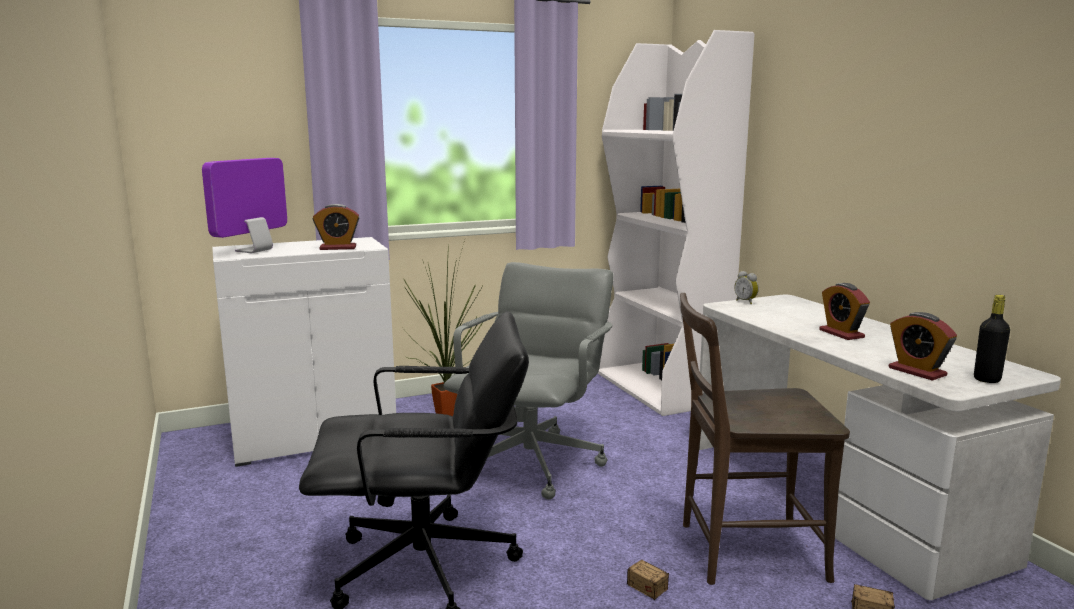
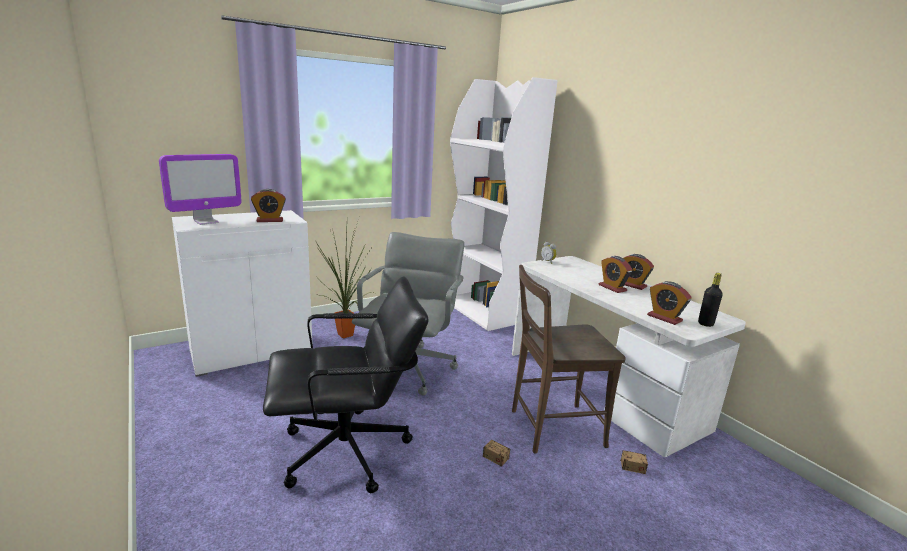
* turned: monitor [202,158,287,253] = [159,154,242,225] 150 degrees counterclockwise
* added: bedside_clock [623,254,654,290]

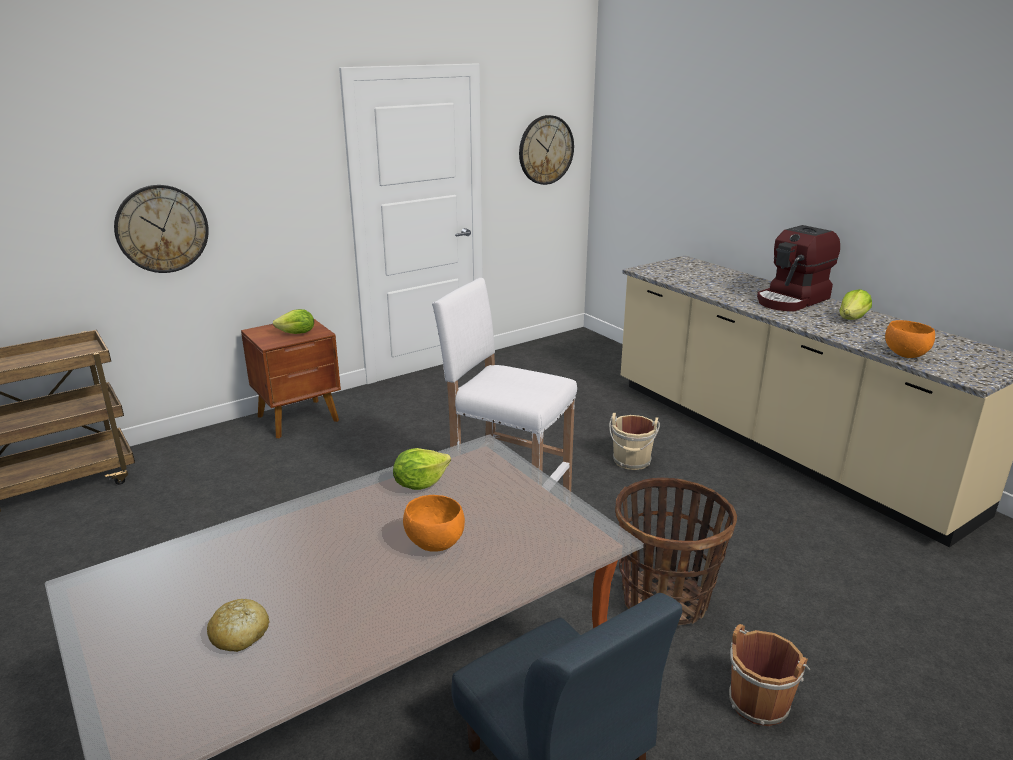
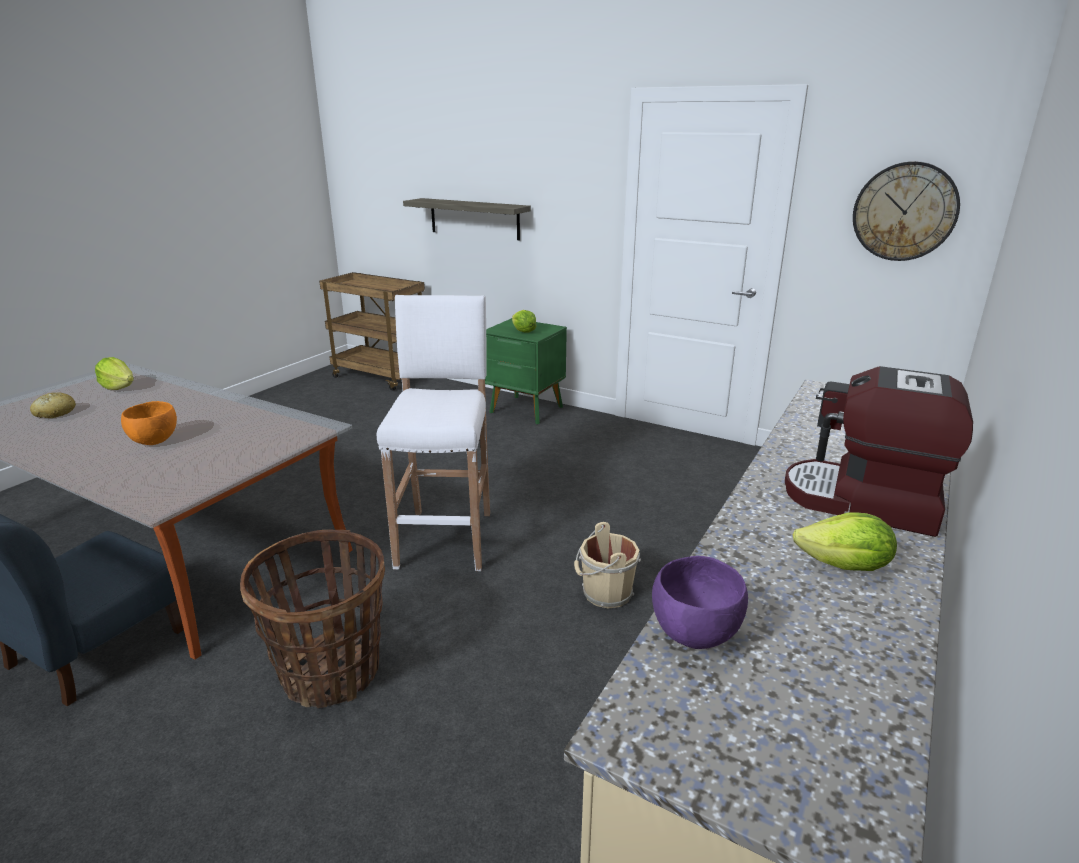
* replaced: clock_on_the_wall [114,185,209,273] to bracket_shelf [403,198,531,240]
* recoloured: brown-coloured_nightstand [241,319,341,438] to greenish_nightstand [485,318,567,424]
* recoloured: orange-coloured_serving_bowl [885,320,935,358] to purplish_serving_bowl [652,556,748,649]
* moved: head_of_lettuce [393,448,451,490] to [95,357,134,390]
* removed: brown-coloured_water_bucket [729,624,810,726]

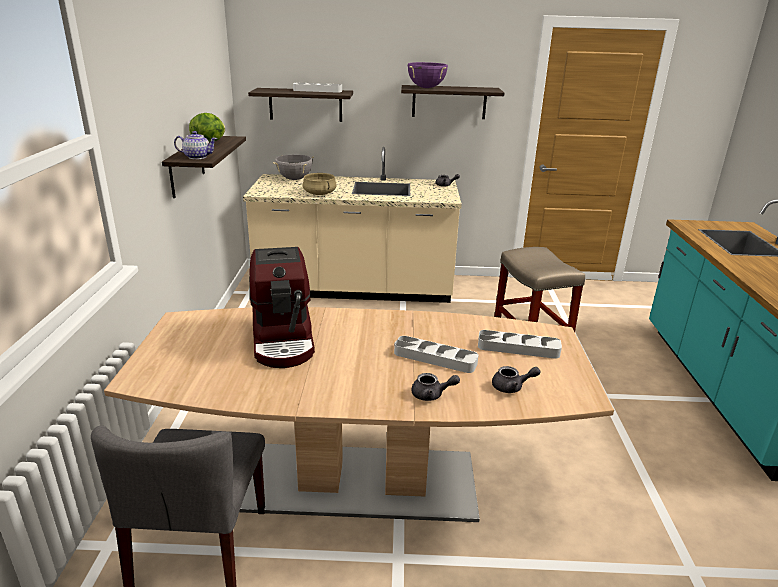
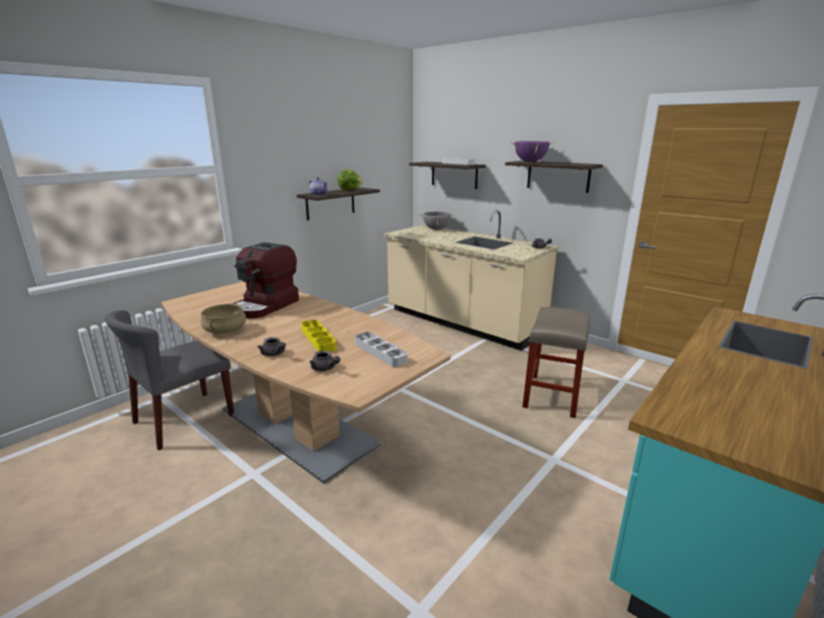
* moved: sand-coloured_cooking_pot [302,173,337,195] to [201,304,246,334]
* recoloured: greyish_serving_tray [394,336,478,373] to yellow_serving_tray [301,320,336,352]

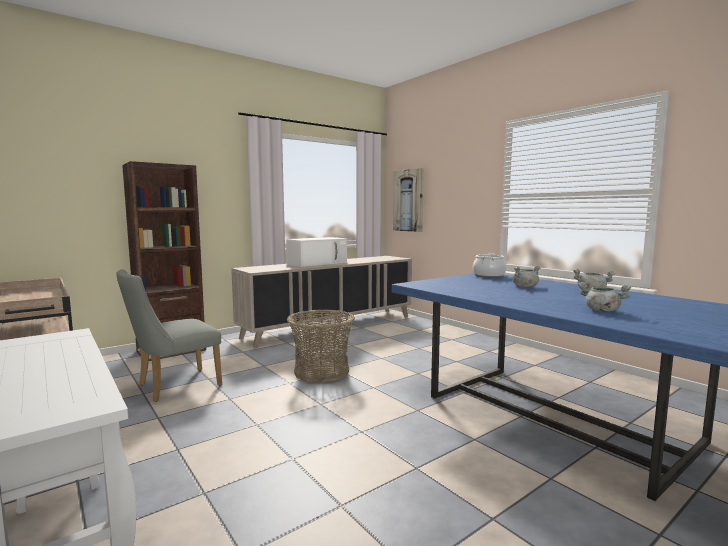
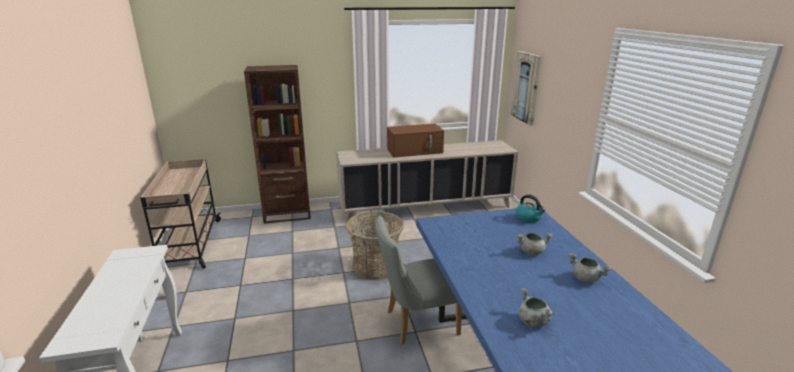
* recoloured: white_kitchen_microwave [286,237,347,267] to brown-coloured_kitchen_microwave [387,124,444,158]
* replaced: cooking_pot [473,253,506,278] to tea_kettle [516,194,546,223]
* moved: greyish_upright_chair [117,269,222,402] to [375,216,462,345]

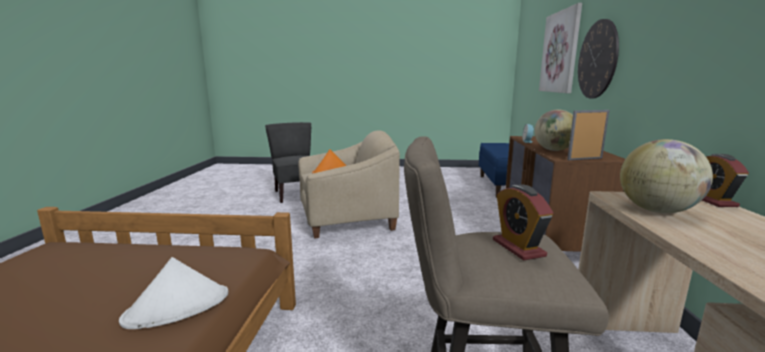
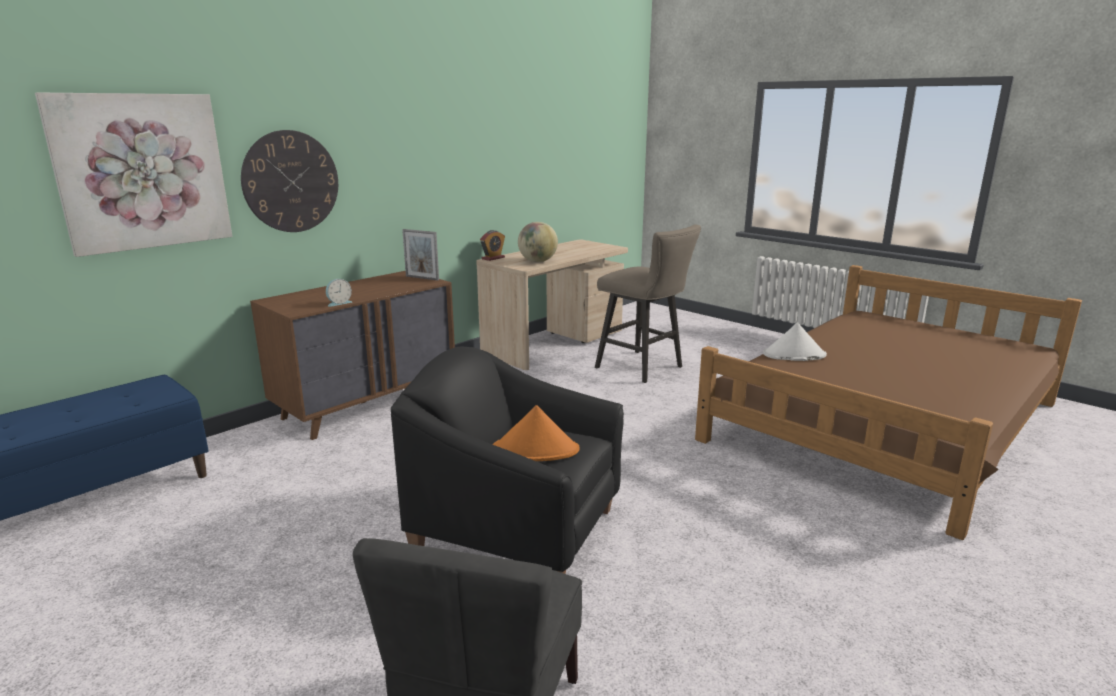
* removed: world_globe [534,110,573,151]
* recoloured: sand-coloured_lounge_chair [298,130,400,239] to black-coloured_lounge_chair [391,347,624,574]
* removed: bedside_clock [493,184,553,261]

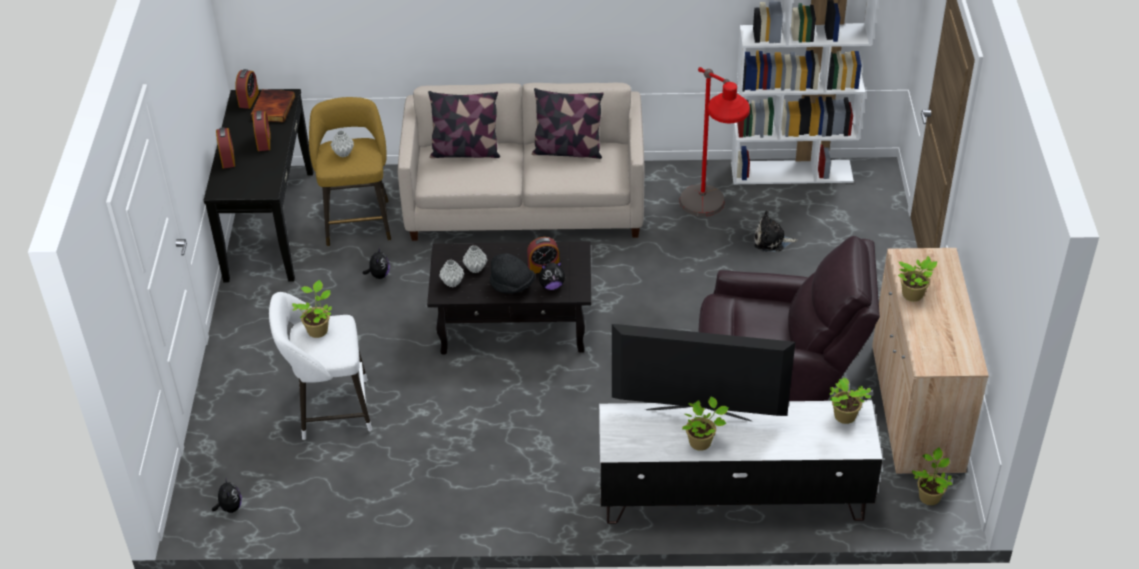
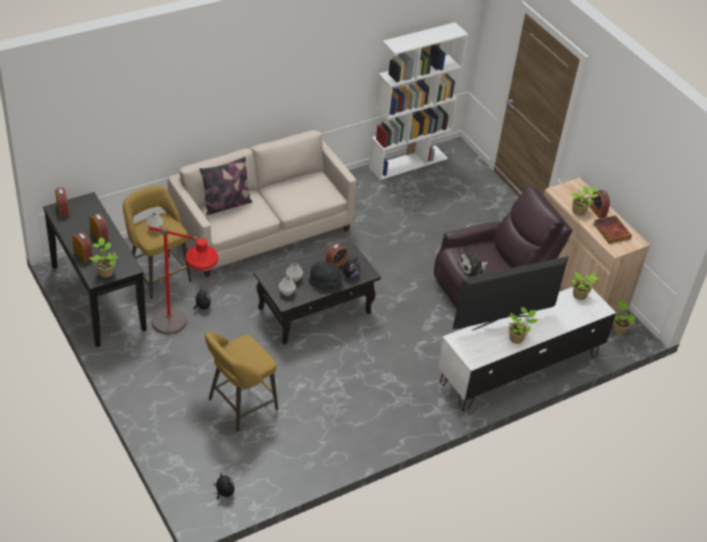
* moved: red-coloured_floor_lamp [679,67,750,216] to [148,226,218,335]
* removed: throw_pillow [532,88,604,159]
* moved: book [251,89,295,122] to [594,216,632,244]
* moved: cuddly_toy [755,210,798,252] to [457,247,488,277]
* moved: plant_in_a_pot [292,280,332,338] to [89,237,118,277]
* recoloured: white_sitting_stool [269,292,372,440] to yellow_sitting_stool [205,332,278,432]
* added: bedside_clock [589,190,610,219]

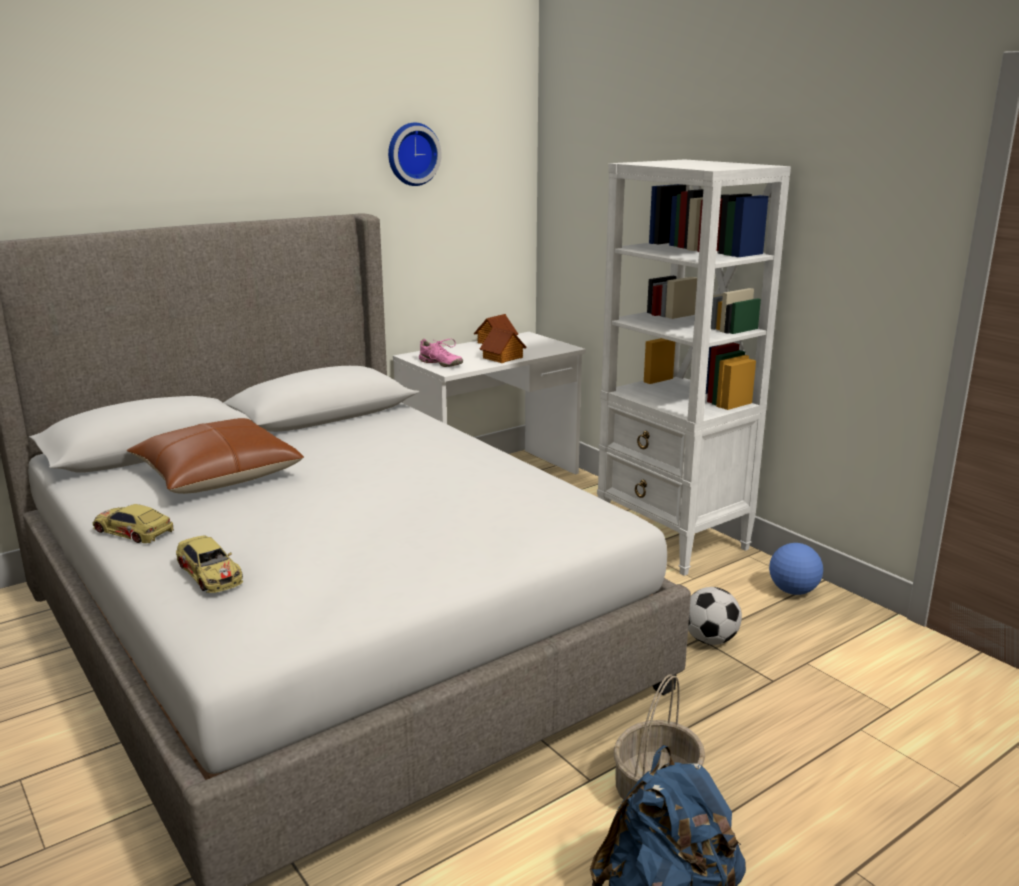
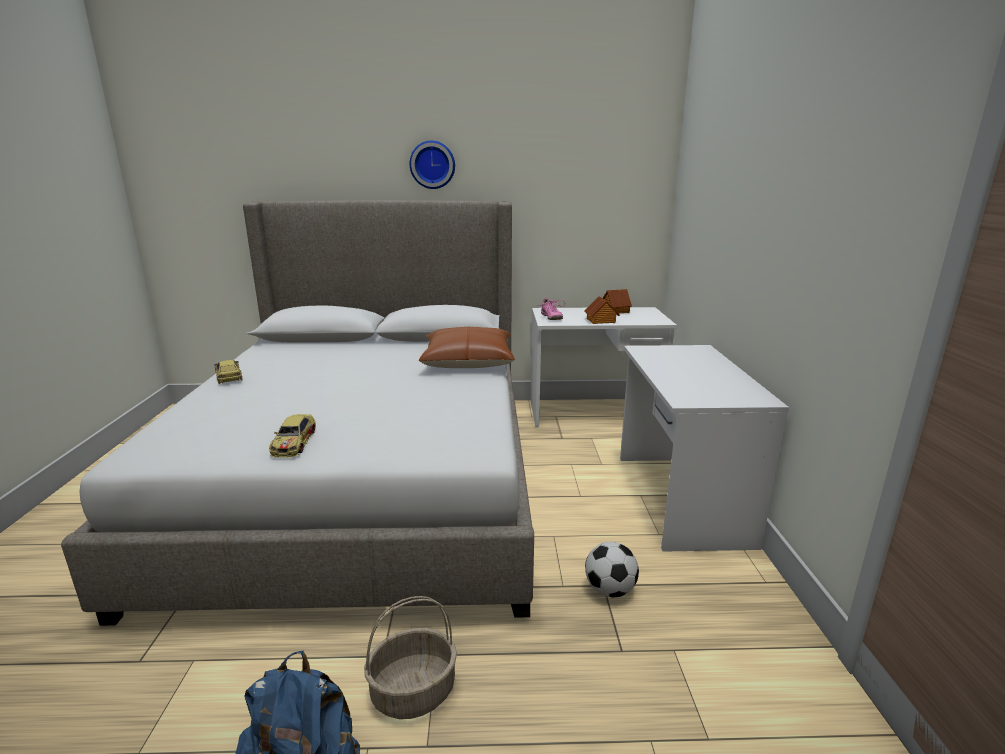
* moved: clock_on_the_wall [388,122,442,186] to [410,140,455,189]
* replaced: white_bookcase [597,159,791,576] to white_desk_table [620,345,789,552]
* moved: brown-coloured_throw_pillow [126,418,304,494] to [419,326,515,368]
* moved: model_car [176,535,243,593] to [269,414,316,458]
* removed: football [769,543,823,595]

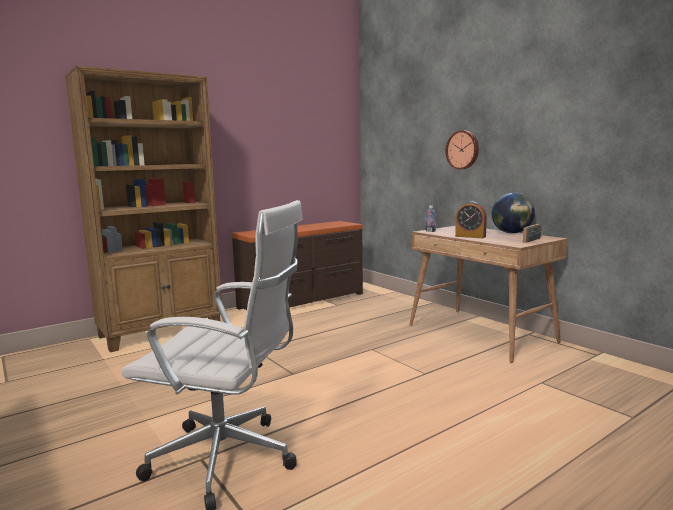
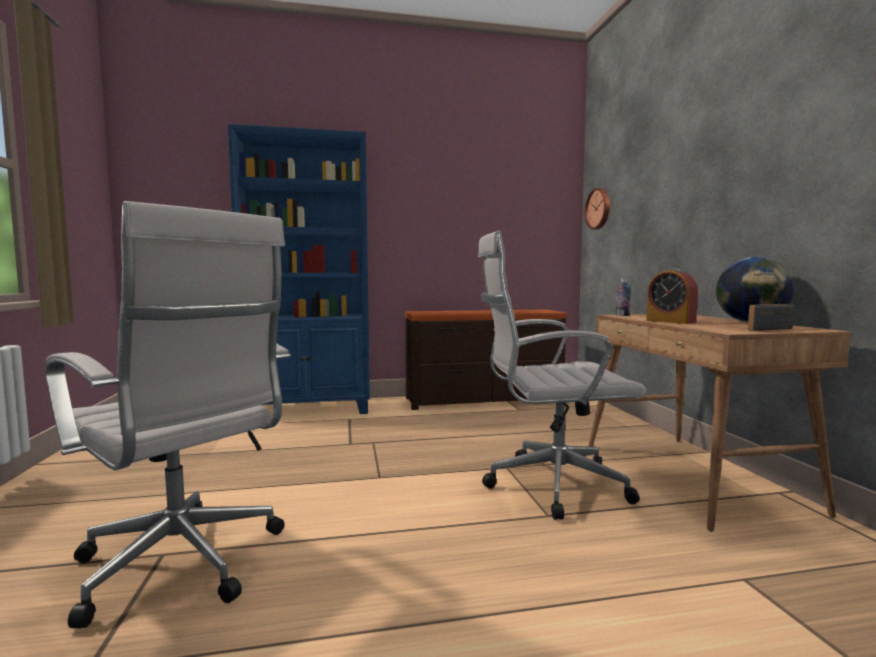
* recoloured: brown-coloured_bookcase [65,66,222,352] to blue_bookcase [228,124,370,414]
* moved: clock_on_the_wall [445,130,479,170] to [585,188,610,229]
* added: white_office_chair [478,231,646,520]

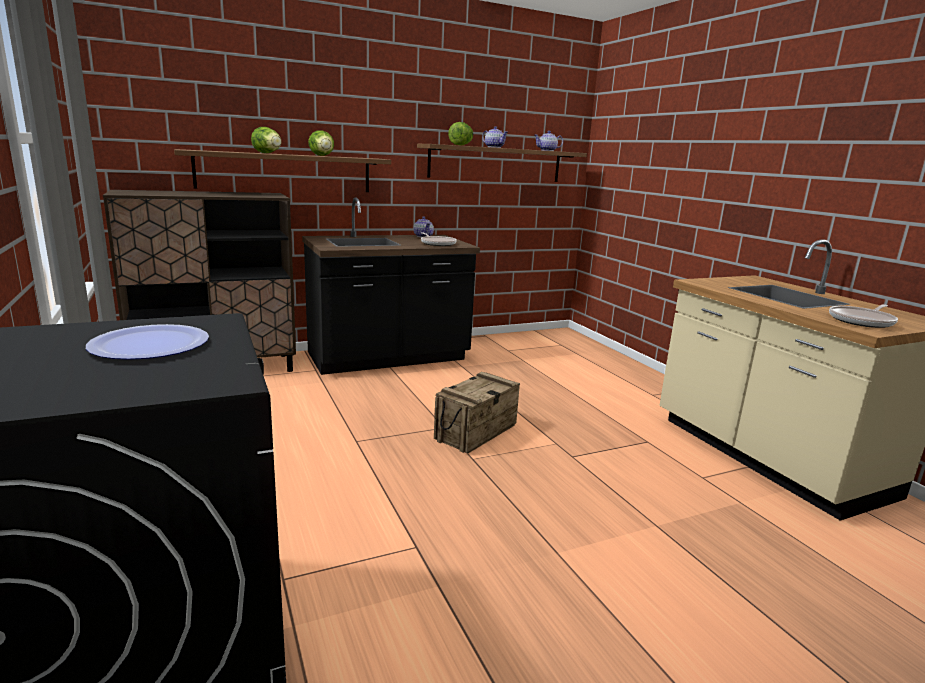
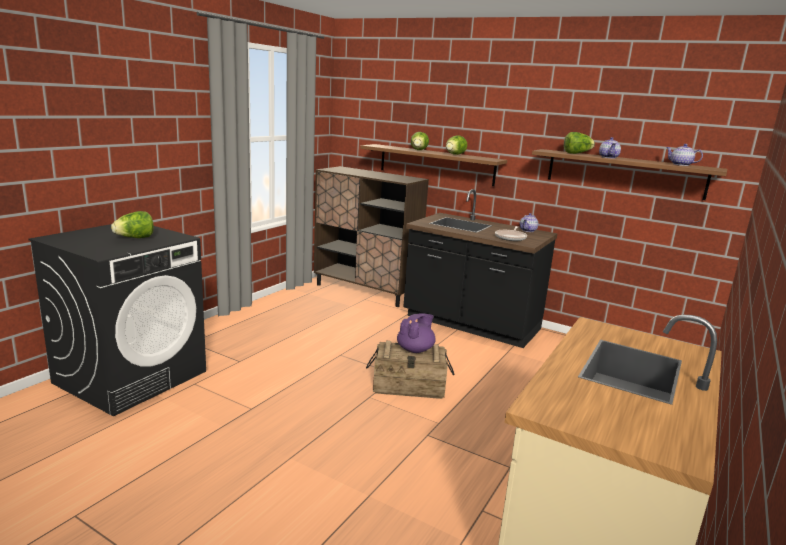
* removed: pan [829,304,898,328]
* replaced: plate [86,324,209,360] to head_of_lettuce [111,211,154,238]
* added: purplish_teapot [397,314,436,353]

